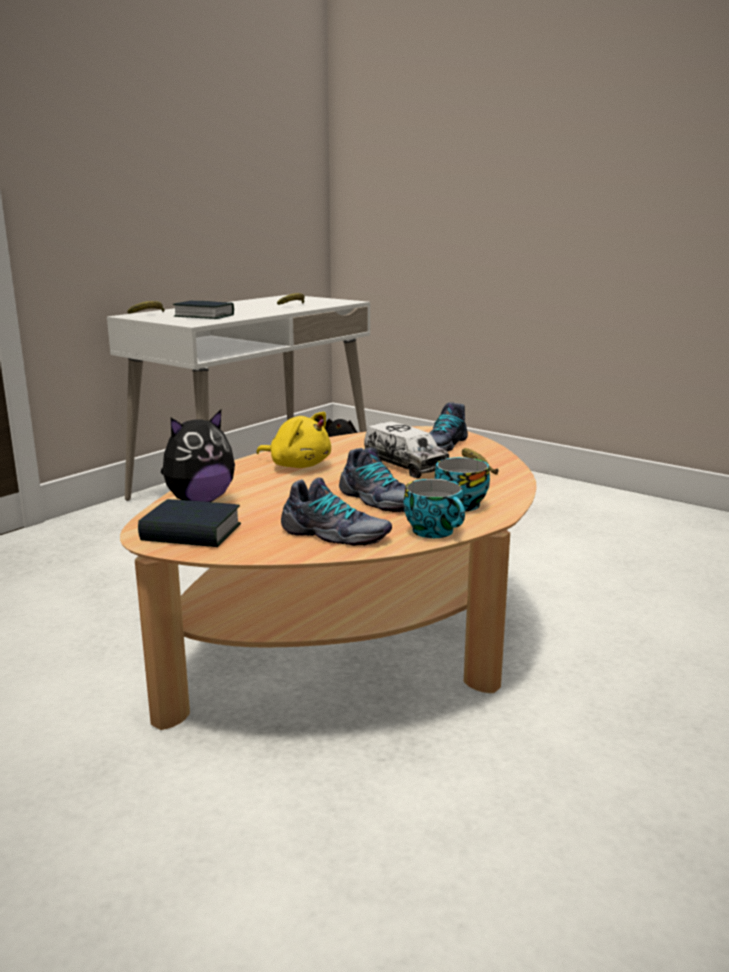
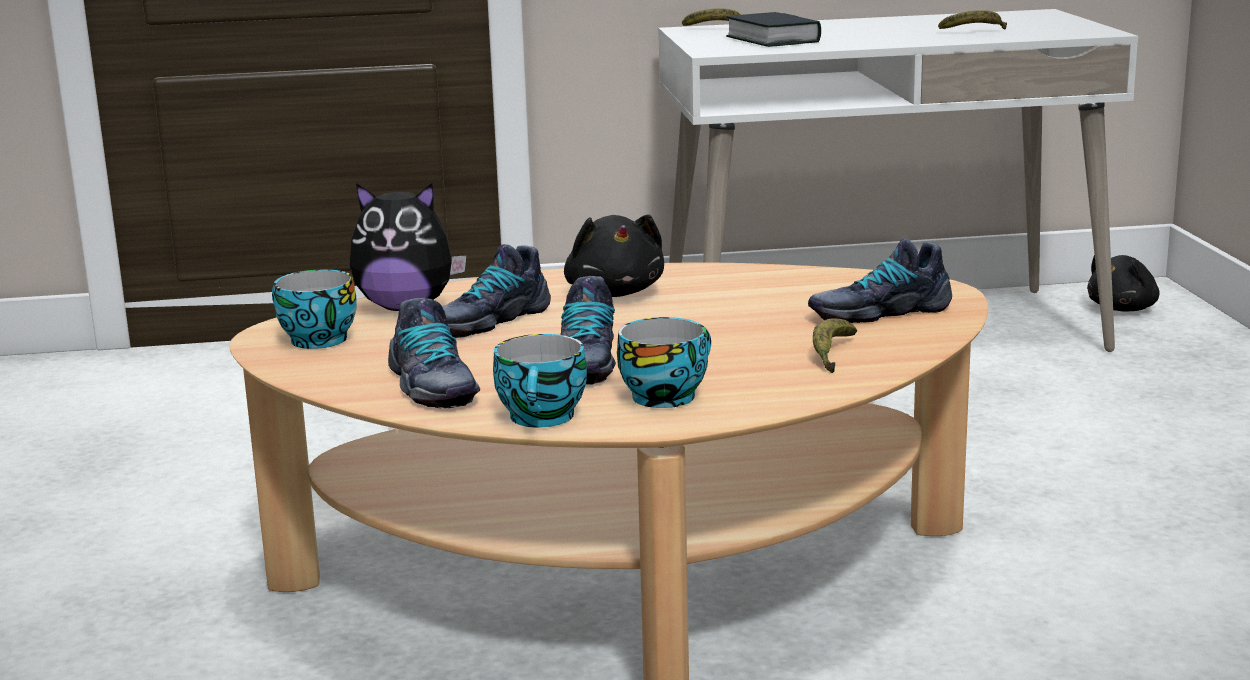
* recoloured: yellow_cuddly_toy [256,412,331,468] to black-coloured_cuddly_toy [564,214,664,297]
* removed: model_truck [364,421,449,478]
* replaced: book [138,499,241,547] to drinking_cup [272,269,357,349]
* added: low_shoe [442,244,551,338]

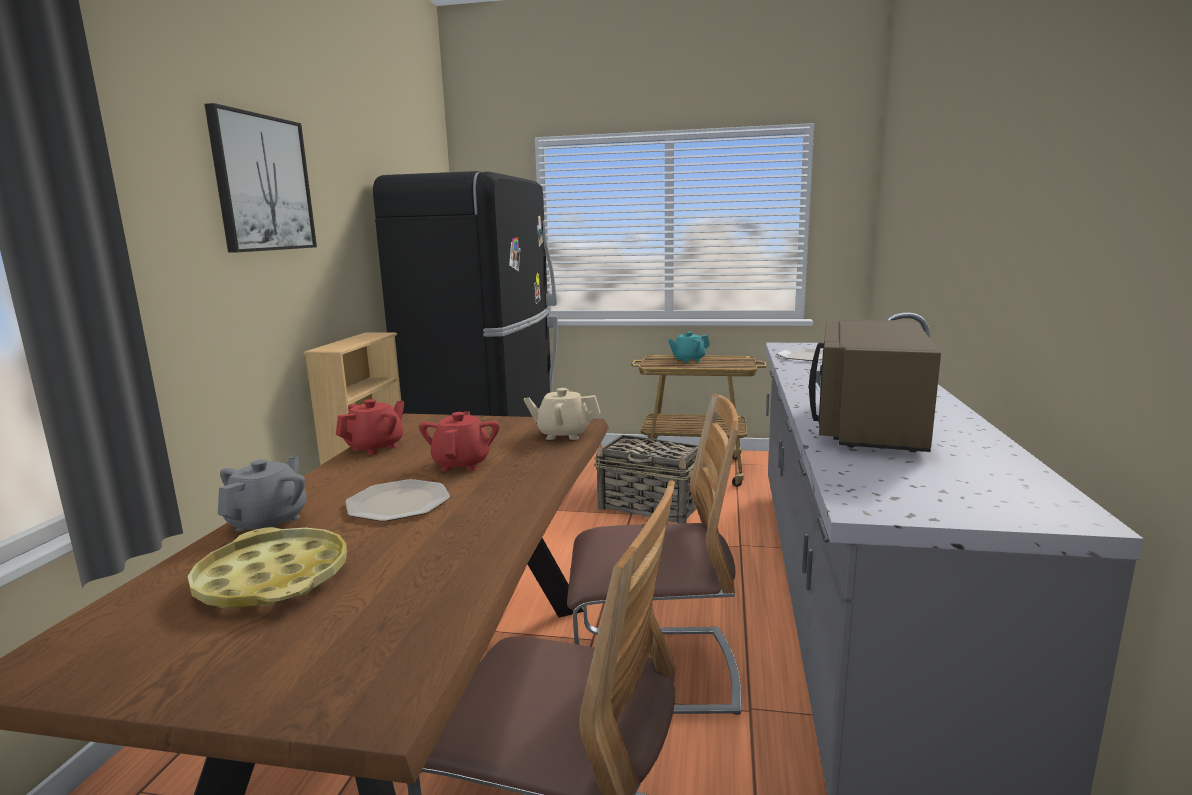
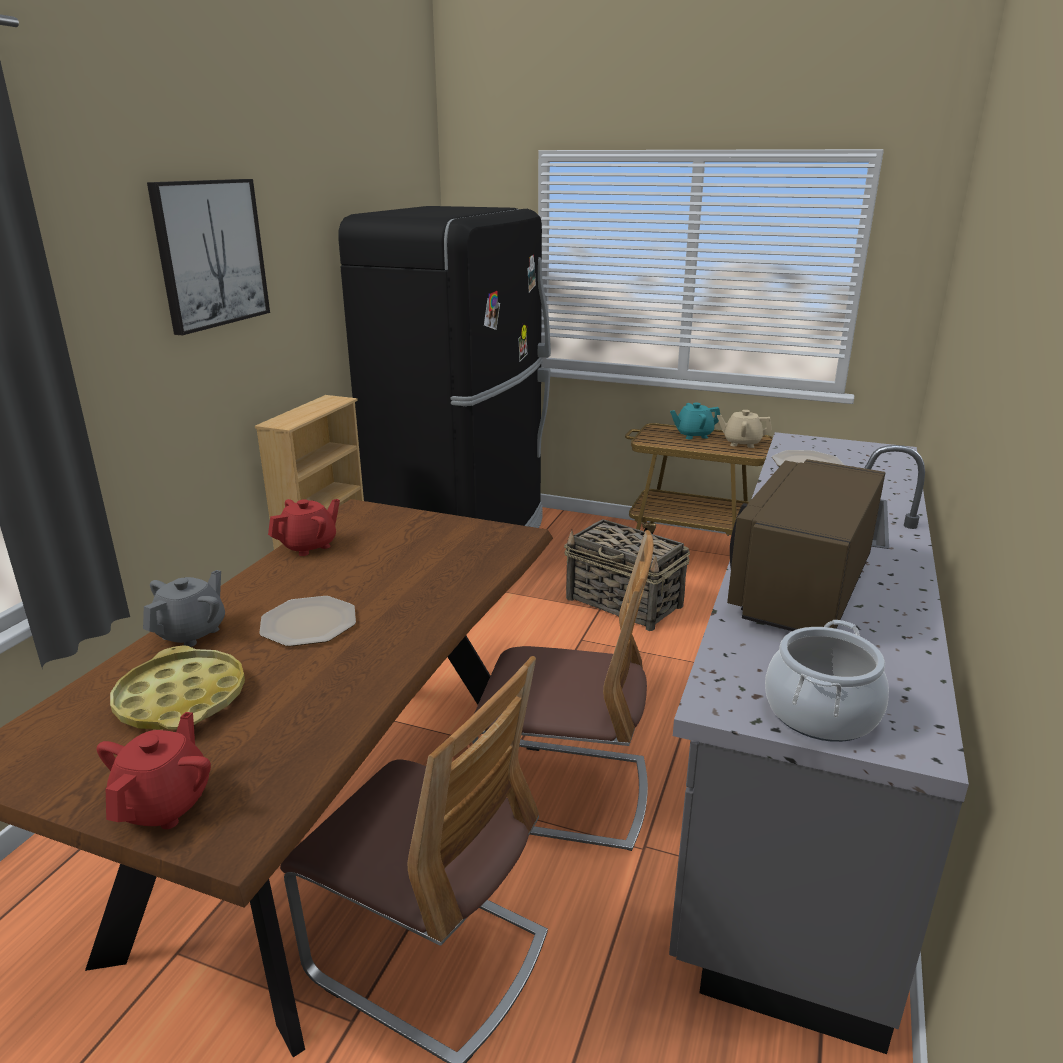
* moved: sand-coloured_teapot [524,388,600,440] to [717,410,772,448]
* moved: red-coloured_teapot [419,411,500,471] to [97,712,211,829]
* added: cooking_pot [765,620,889,742]

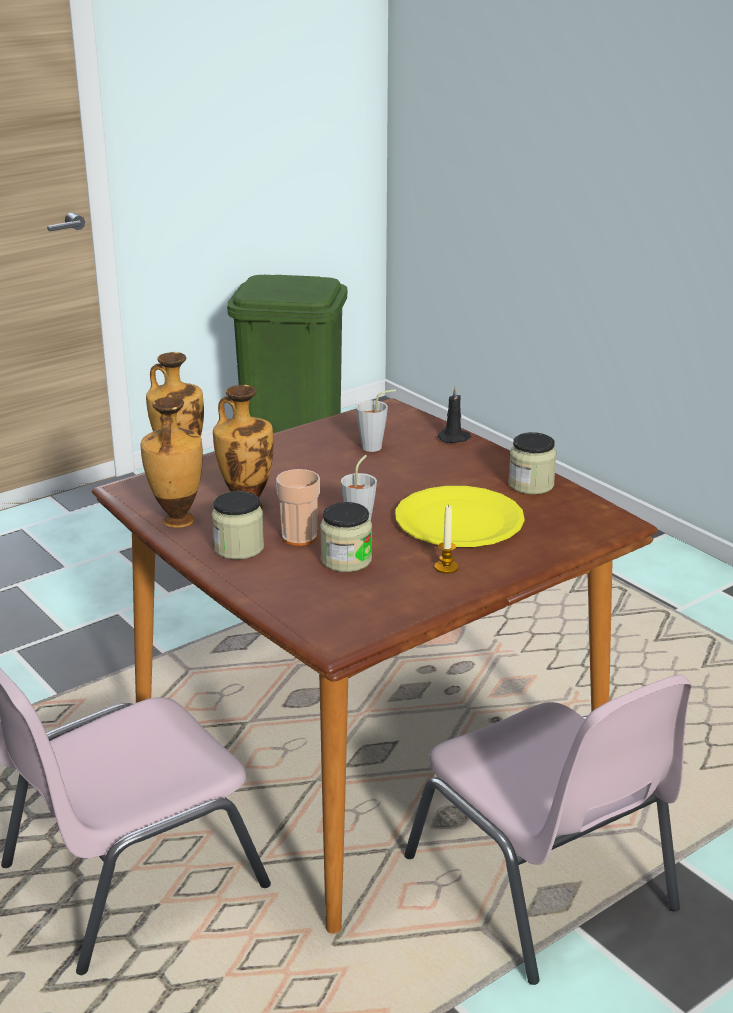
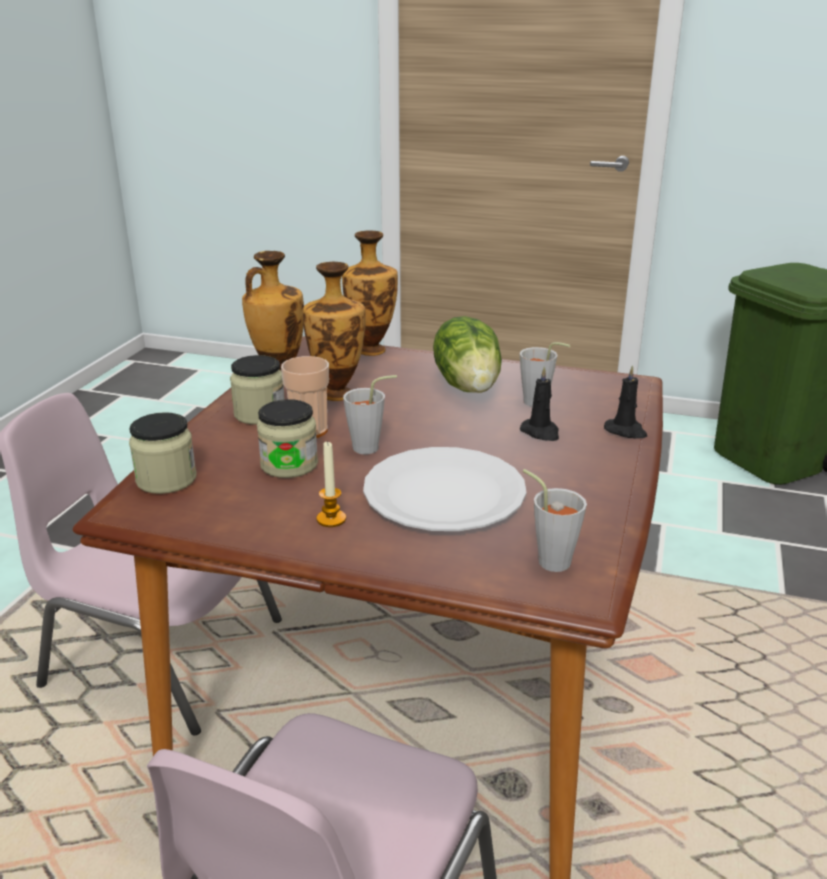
* moved: storage_jar [508,432,557,494] to [129,412,196,494]
* recoloured: yellow_plate [395,486,525,547] to white_plate [363,447,527,531]
* added: head_of_lettuce [433,316,502,393]
* added: black-coloured_wax_candle [520,366,559,441]
* added: greyish_drinking_cup [523,469,587,572]

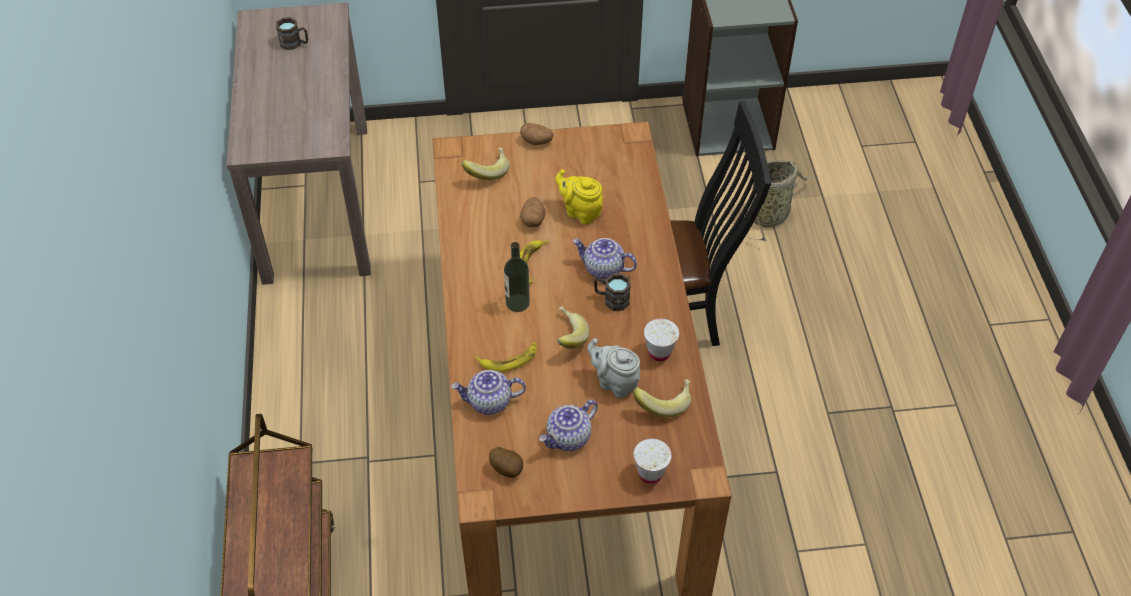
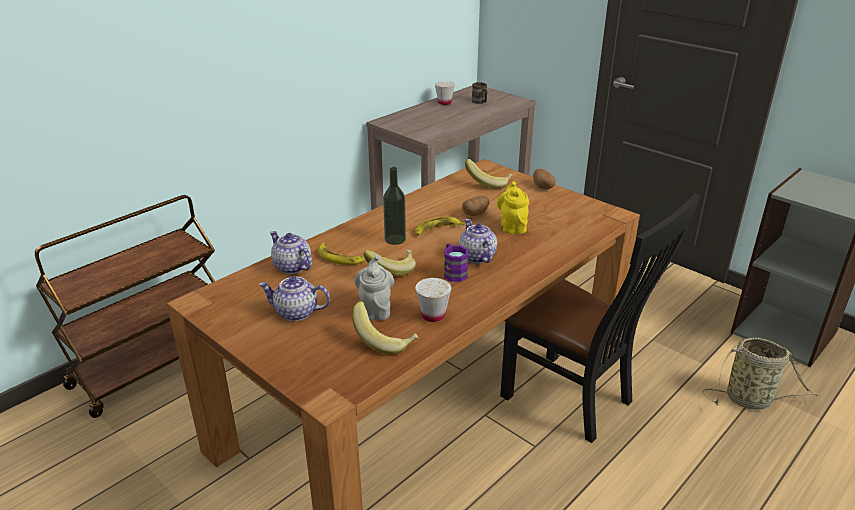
* recoloured: brown-coloured_coffee_mug [594,273,631,311] to purplish_coffee_mug [444,243,468,282]
* moved: white_drinking_cup [634,439,671,484] to [435,81,455,105]
* removed: potato [489,447,523,478]

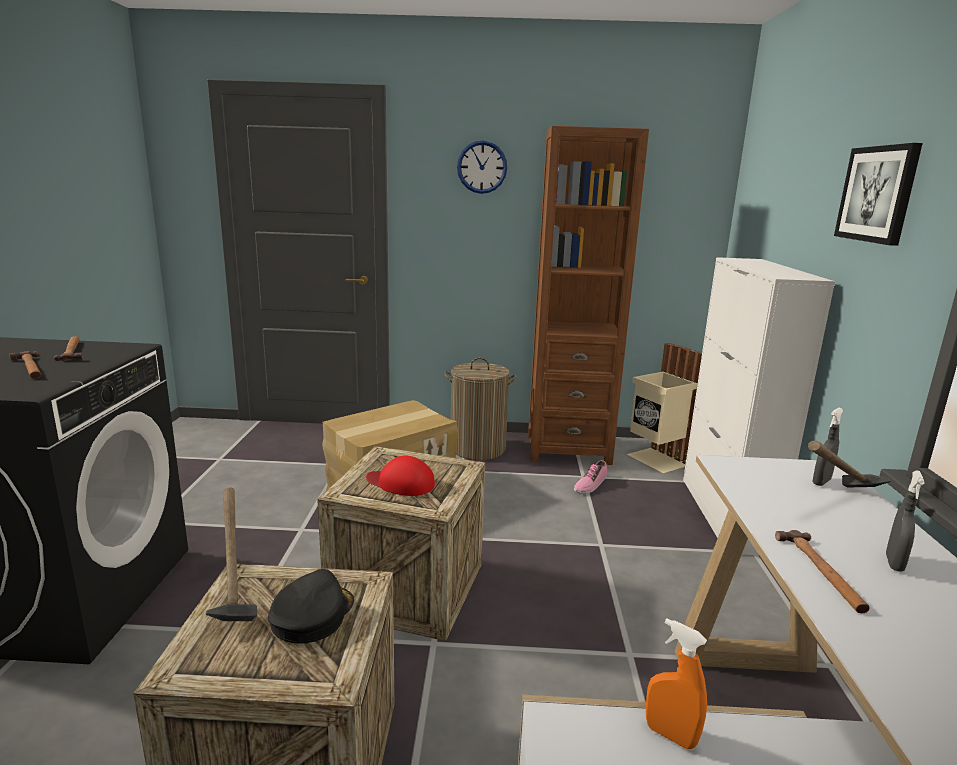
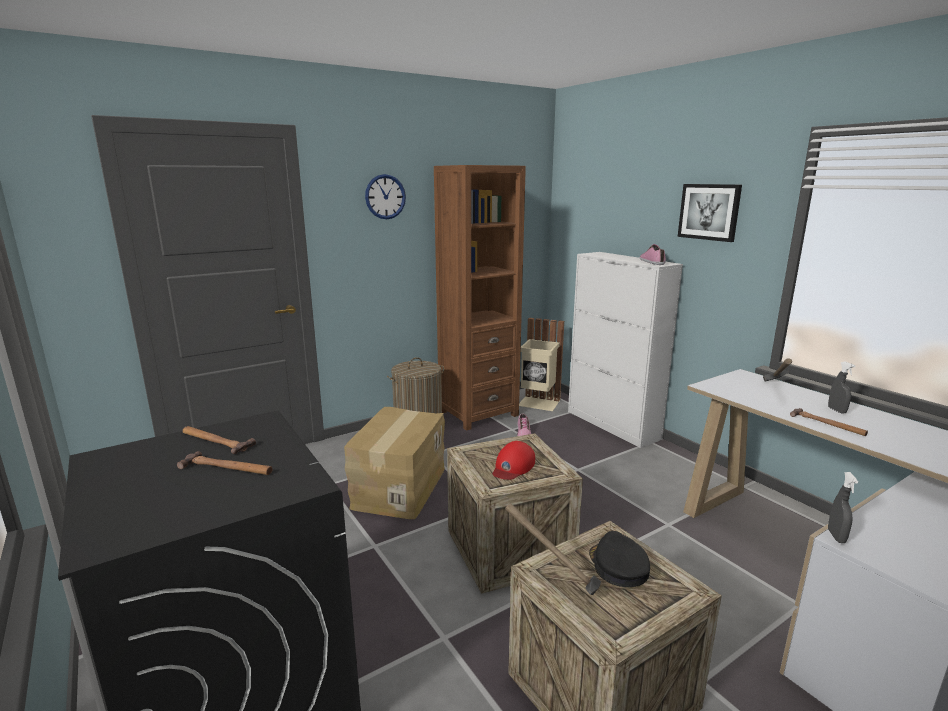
* moved: greyish_spray_bottle [813,408,843,486] to [828,472,858,543]
* turned: red-coloured_cap [366,456,435,496] = [493,441,535,480] 45 degrees counterclockwise
* removed: orange-coloured_spray_bottle [646,618,707,749]
* added: low_shoe [640,244,666,265]

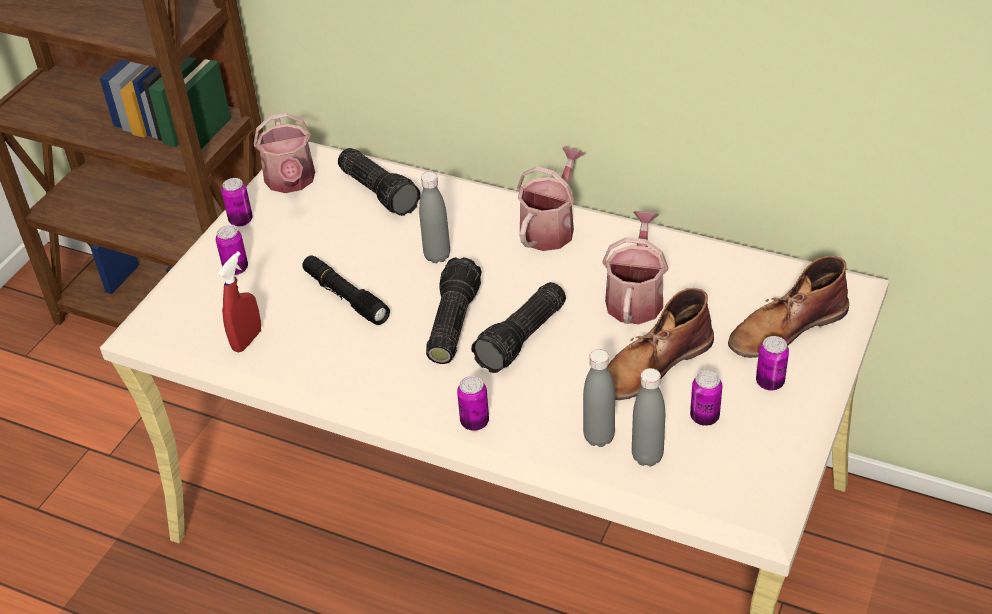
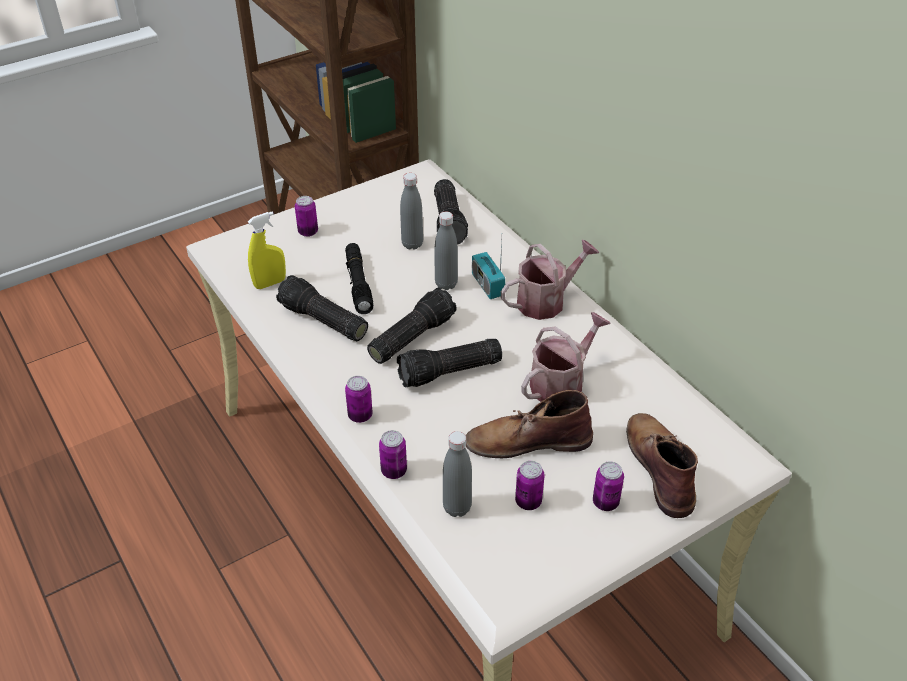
* removed: watering_pot [254,113,315,193]
* moved: metal_can [221,178,253,226] to [379,430,407,479]
* recoloured: red-coloured_spray_bottle [218,251,261,352] to yellow_spray_bottle [248,211,286,289]
* turned: brown-coloured_tall_boot [728,256,849,358] = [626,413,698,518] 75 degrees clockwise
* moved: greyish_drink_bottle [583,349,615,447] to [400,173,423,250]
* added: radio_receiver [472,241,505,299]
* added: torch [276,275,368,341]

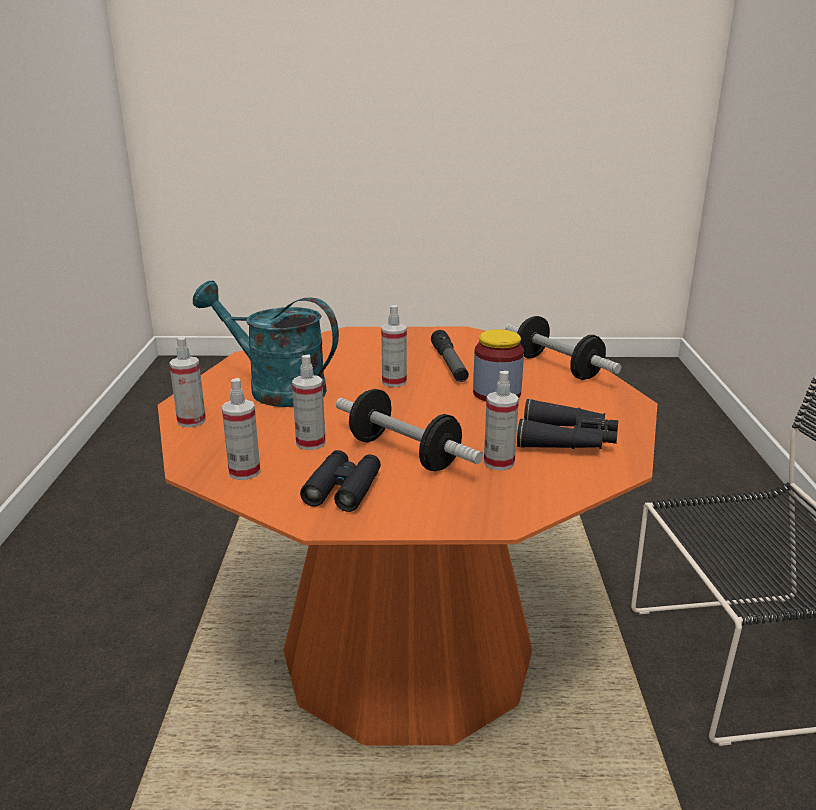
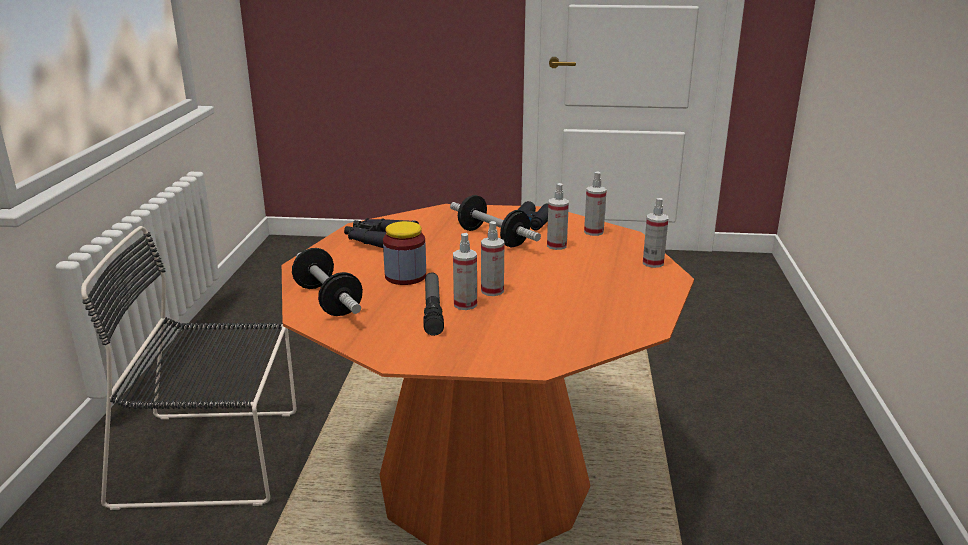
* removed: turquoise_watering_pot [193,281,339,407]
* moved: spray_bottle [484,371,519,470] to [453,233,477,310]

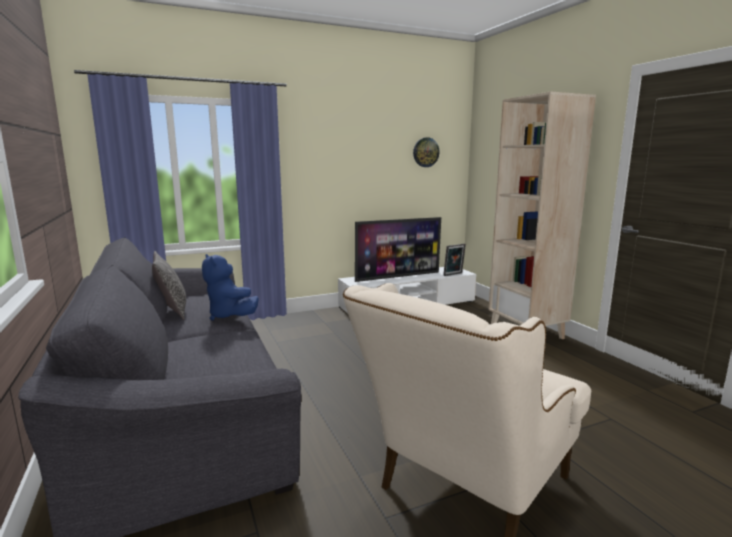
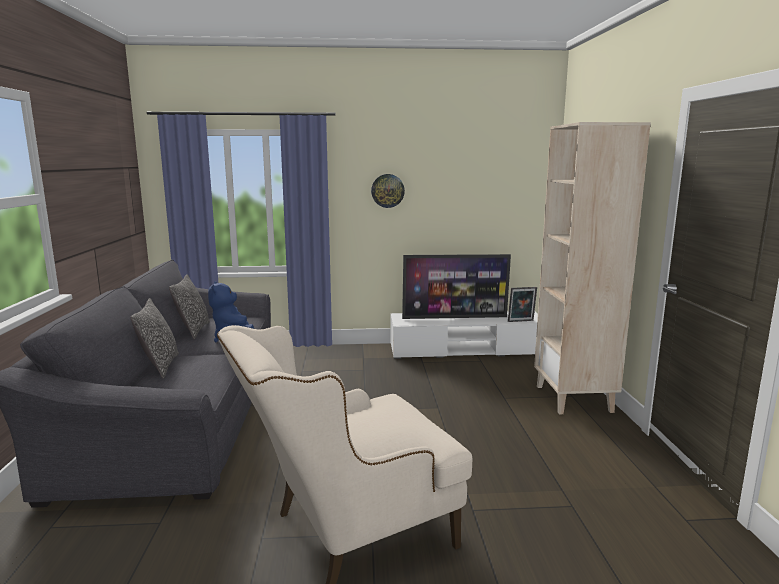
* moved: clock_on_the_wall [413,137,439,167] to [371,174,405,208]
* added: throw_pillow [130,298,179,379]

